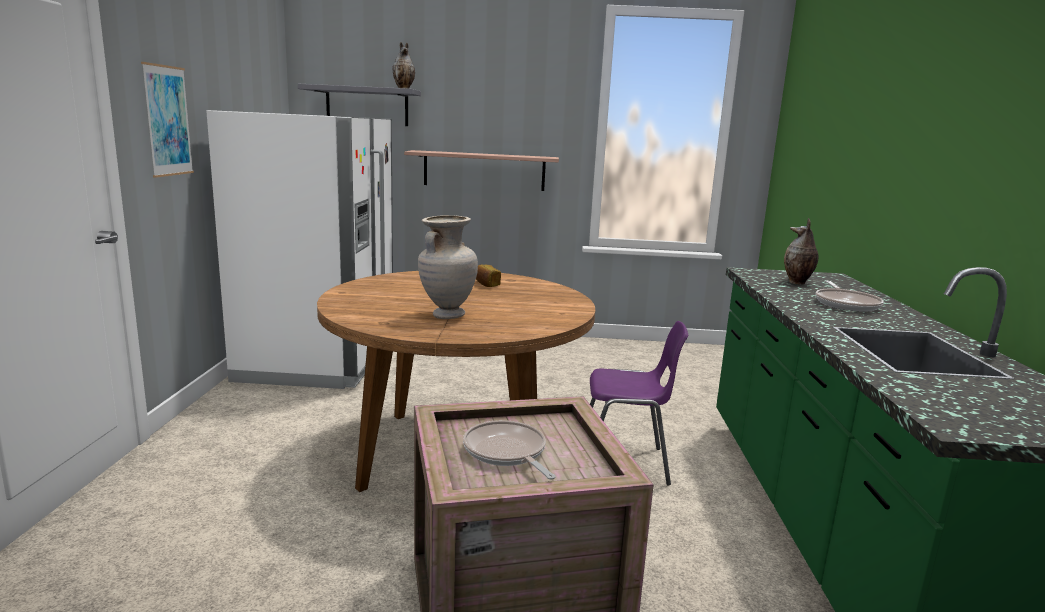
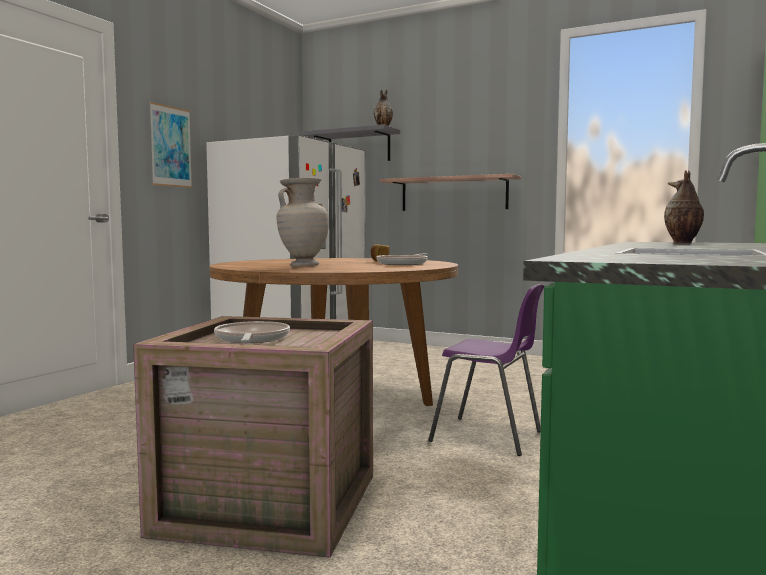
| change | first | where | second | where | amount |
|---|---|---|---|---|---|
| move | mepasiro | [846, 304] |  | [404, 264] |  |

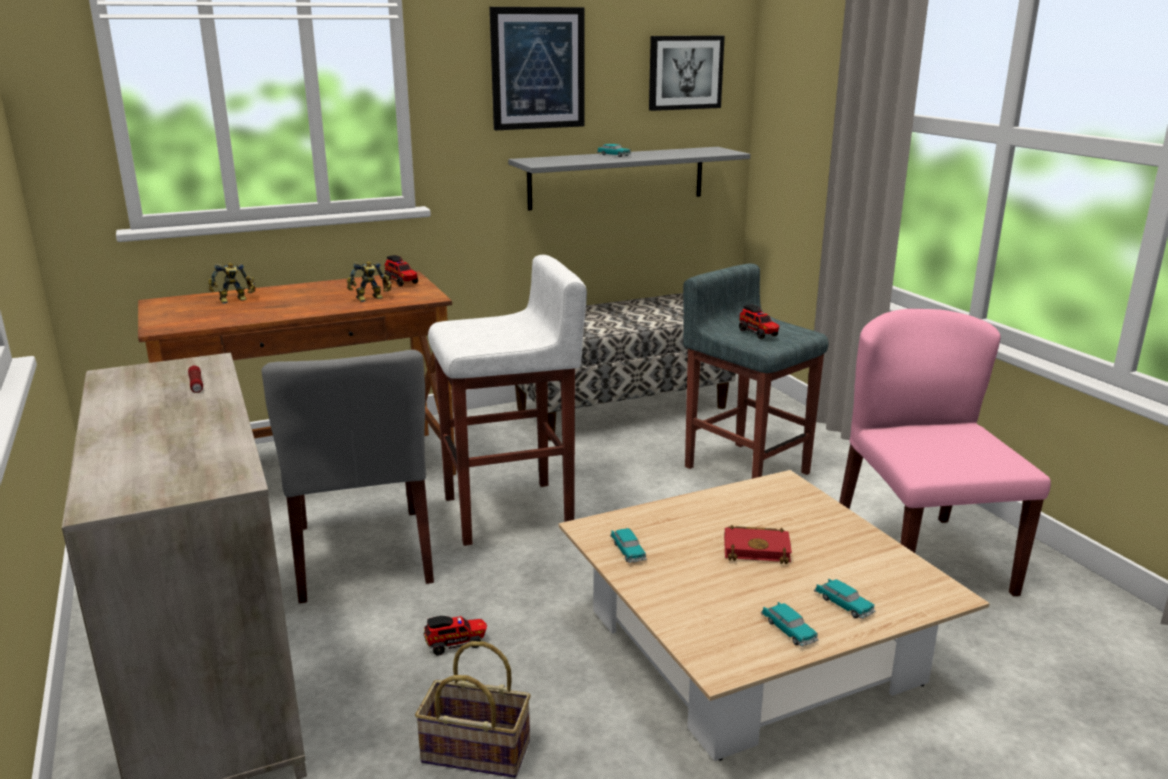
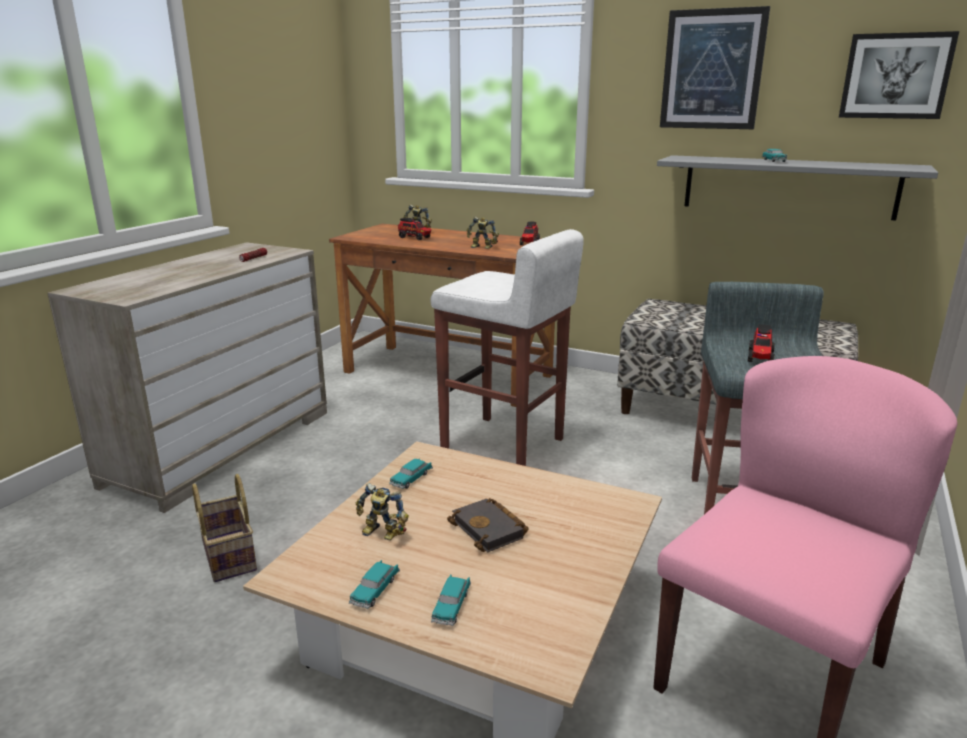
| change | first | where | second | where | amount |
|---|---|---|---|---|---|
| delete | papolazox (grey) | [363, 554] |  |  |  |
| insert |  |  | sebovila | [381, 534] |  |
| move | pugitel | [456, 643] |  | [415, 238] |  |
| recolor | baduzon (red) | [758, 549] | baduzon (black) | [491, 530] |  |

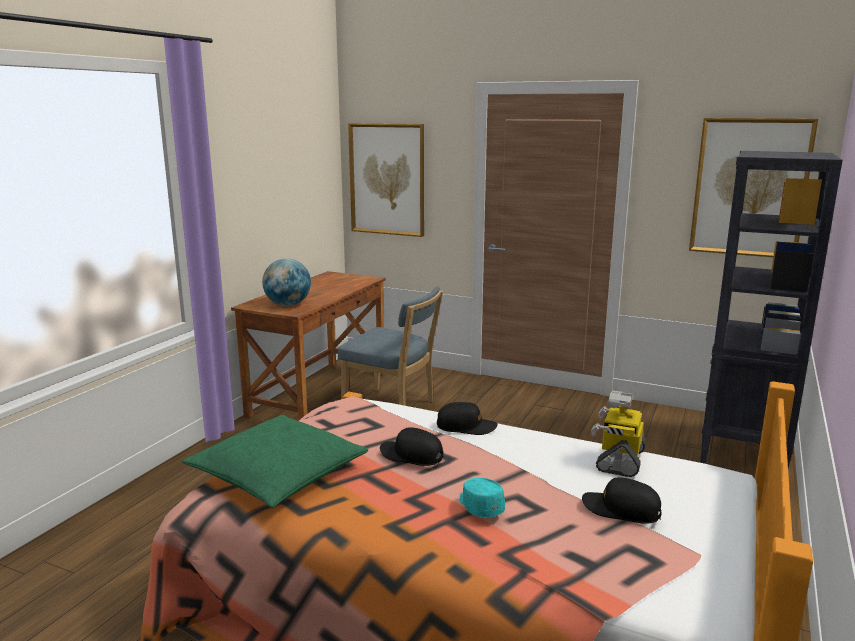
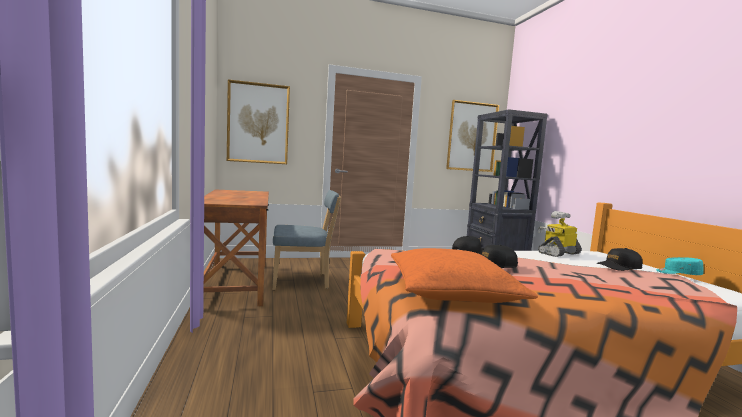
| change | first | where | second | where | amount |
|---|---|---|---|---|---|
| delete | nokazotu | [288, 305] |  |  |  |
| move | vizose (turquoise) | [480, 506] |  | [678, 274] |  |
| recolor | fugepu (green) | [279, 474] | fugepu (orange) | [451, 290] |  |
| rotate | sebovila | [619, 460] |  | [558, 253] | 75 degrees clockwise |

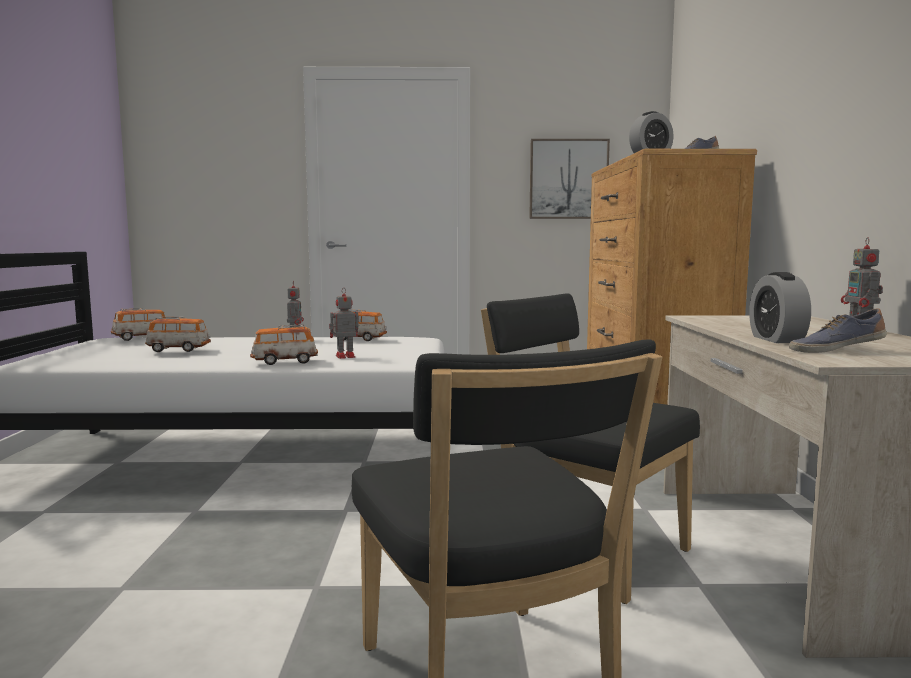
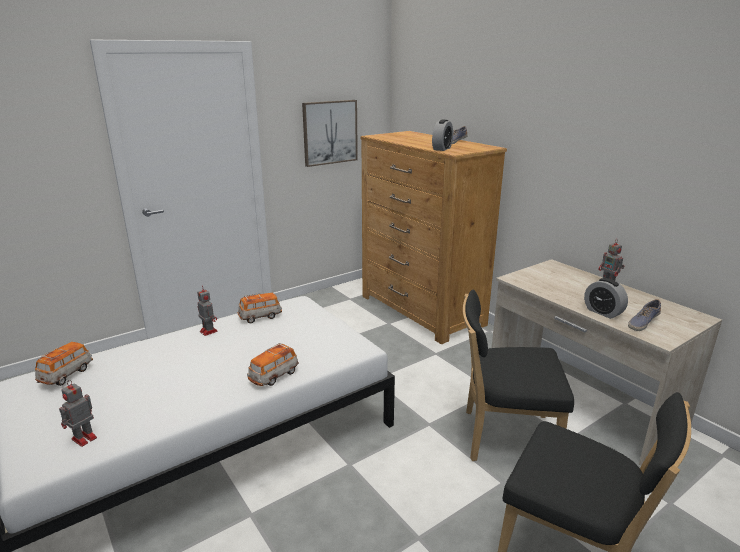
| change | first | where | second | where | amount |
|---|---|---|---|---|---|
| delete | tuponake | [179, 349] |  |  |  |
| move | sebovila | [344, 356] |  | [83, 439] |  |

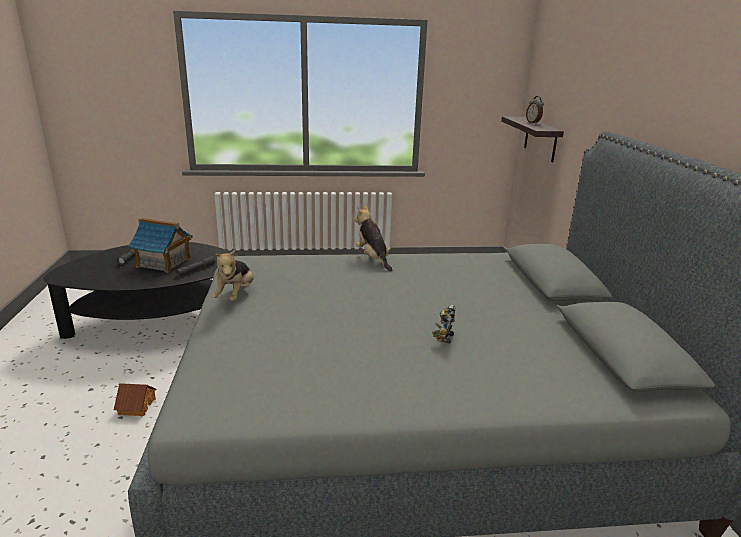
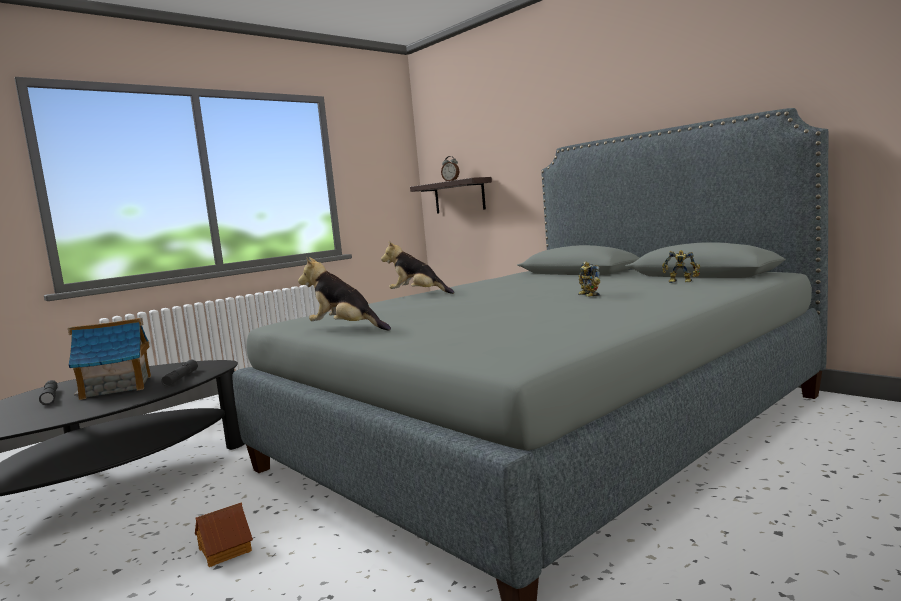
| change | first | where | second | where | amount |
|---|---|---|---|---|---|
| insert |  |  | sebovila | [681, 282] |  |
| rotate | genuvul | [235, 295] |  | [346, 329] | 150 degrees clockwise |

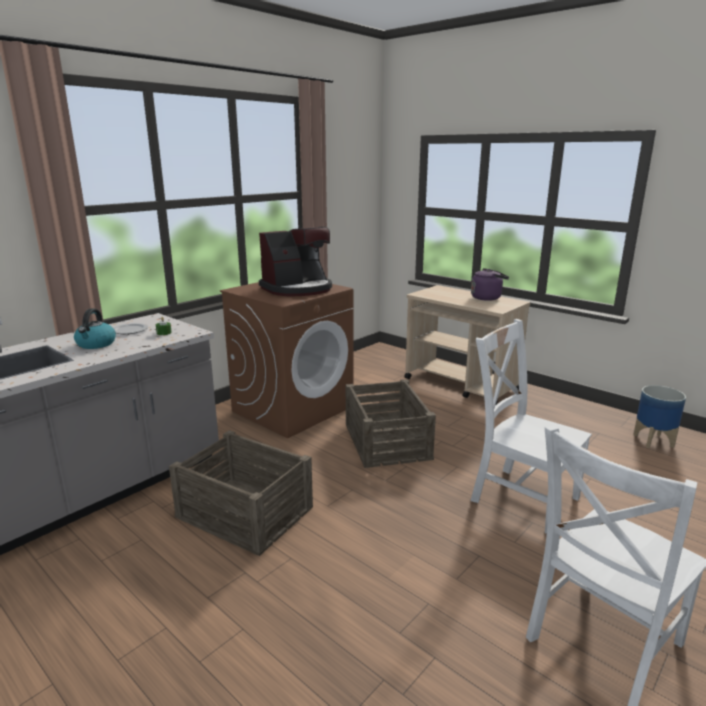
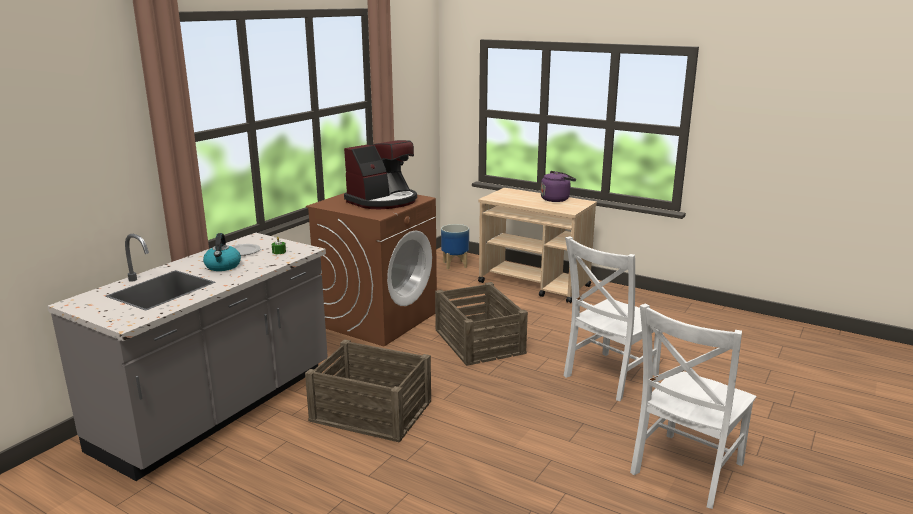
| change | first | where | second | where | amount |
|---|---|---|---|---|---|
| move | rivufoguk | [654, 440] |  | [455, 265] |  |
| rotate | papolazox (white) | [520, 497] |  | [608, 377] | 75 degrees counterclockwise |

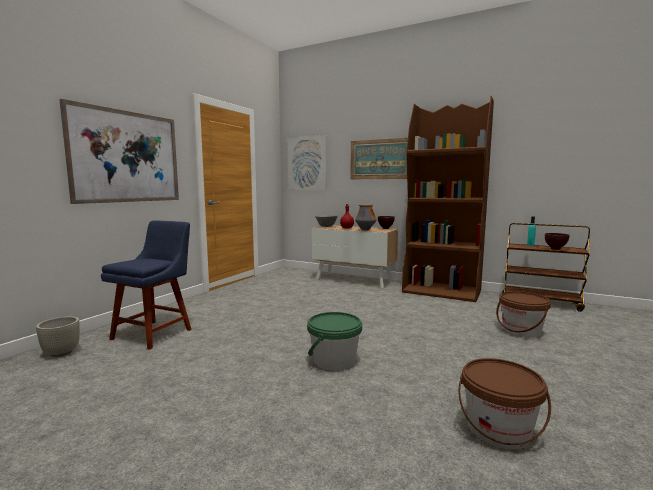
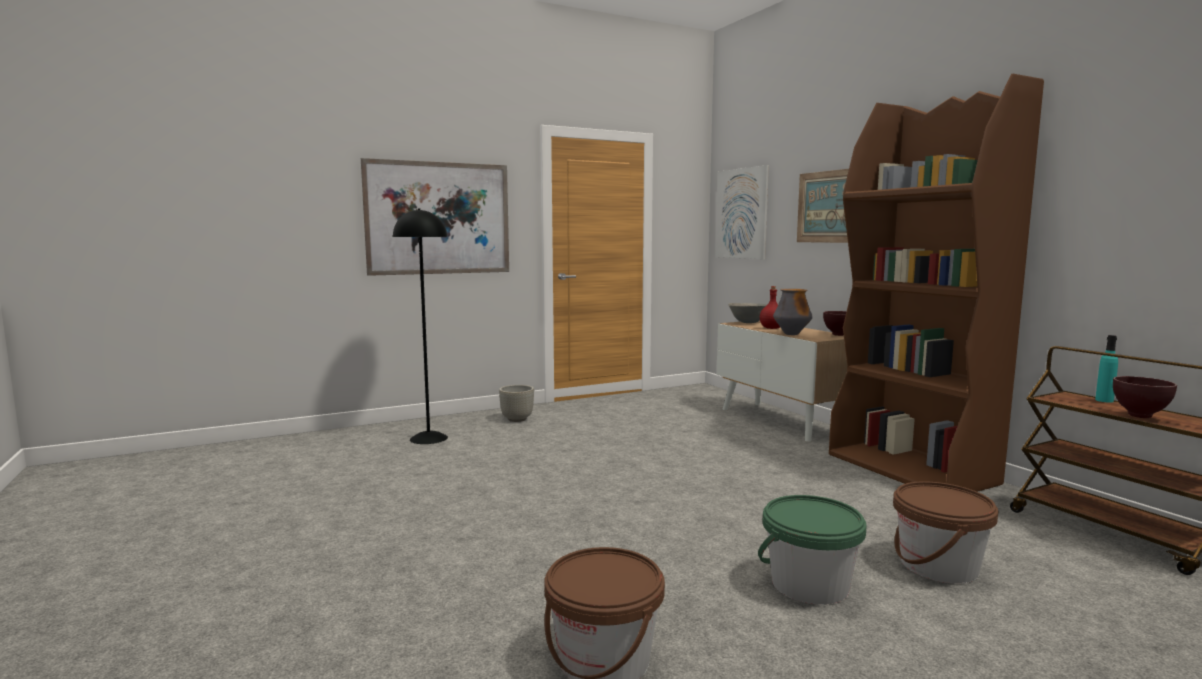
| change | first | where | second | where | amount |
|---|---|---|---|---|---|
| move | rivufoguk (grey) | [61, 353] |  | [517, 419] |  |
| move | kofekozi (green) | [334, 361] |  | [809, 584] |  |
| replace | papolazox (blue) | [155, 333] | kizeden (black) | [429, 438] |  |

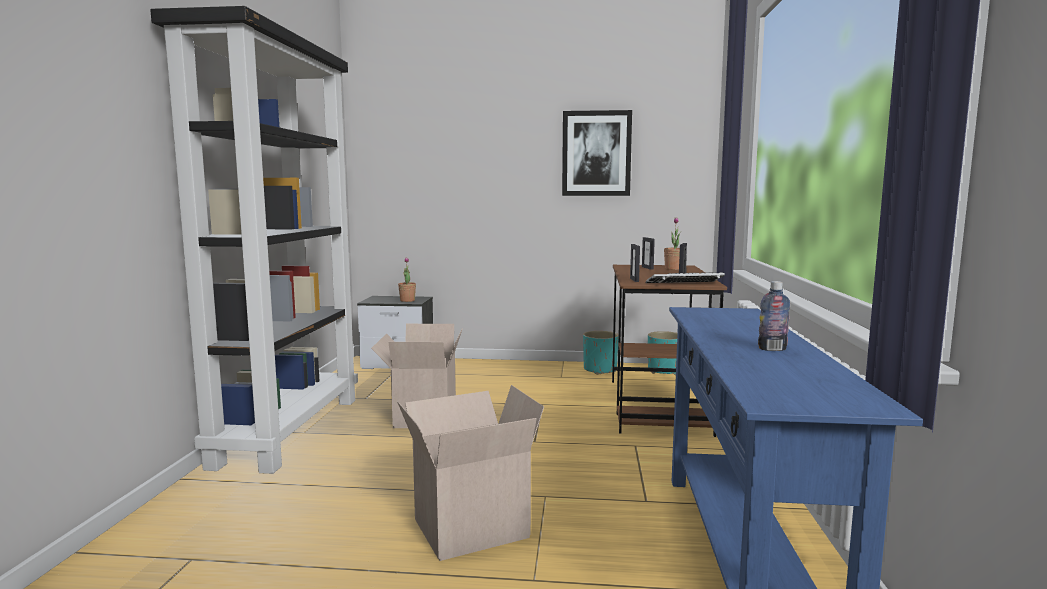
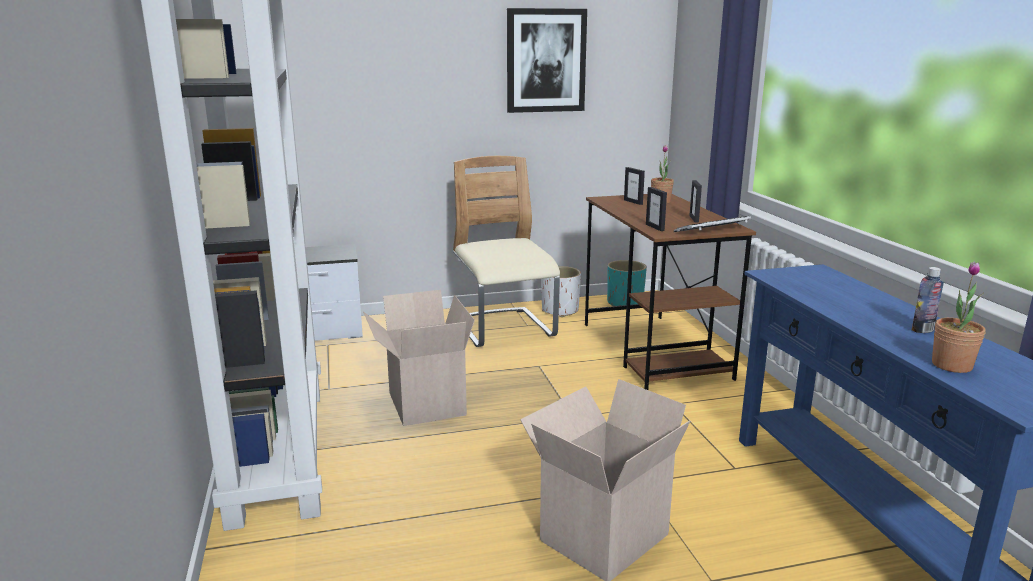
| change | first | where | second | where | amount |
|---|---|---|---|---|---|
| insert |  |  | papolazox (beige) | [504, 329] |  |
| move | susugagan | [407, 300] |  | [951, 365] |  |
| recolor | rivufoguk (turquoise) | [600, 370] | rivufoguk (white) | [560, 310] |  |

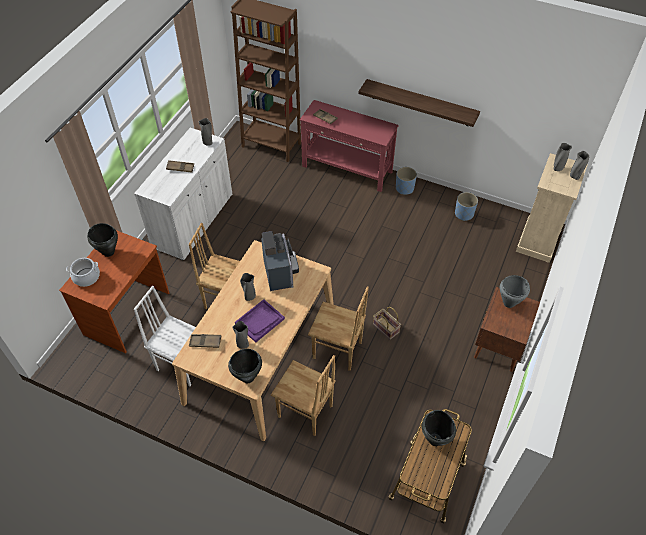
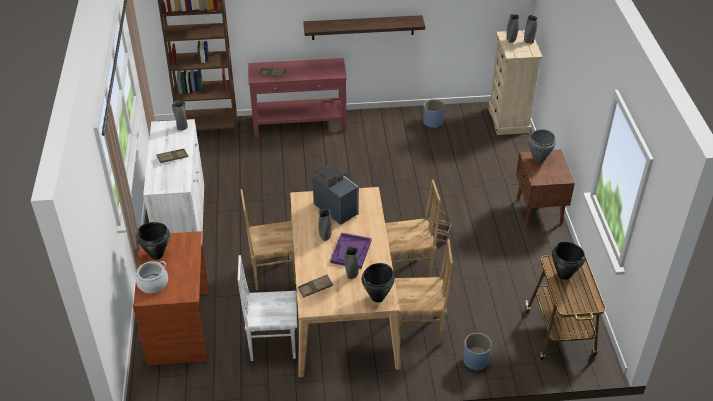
| change | first | where | second | where | amount |
|---|---|---|---|---|---|
| move | rivufoguk (blue) | [404, 188] |  | [475, 361] |  |

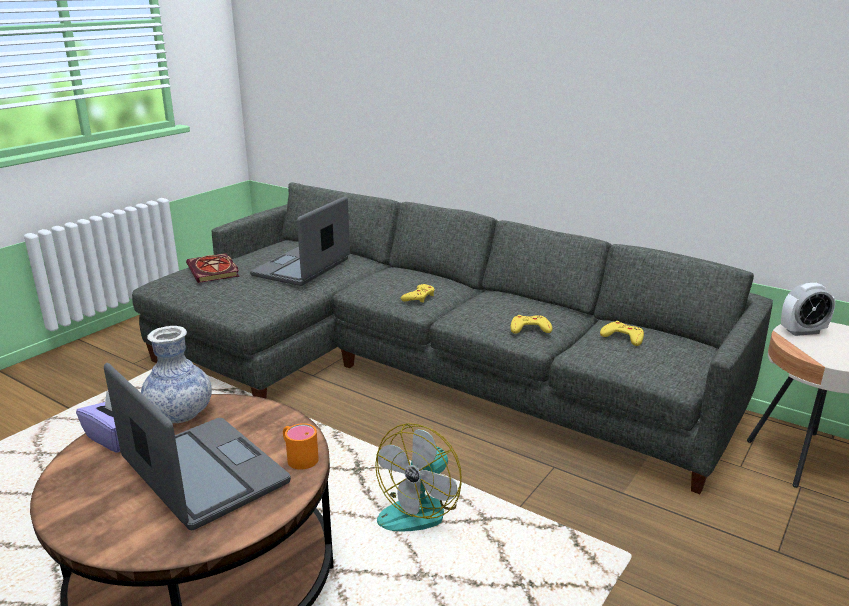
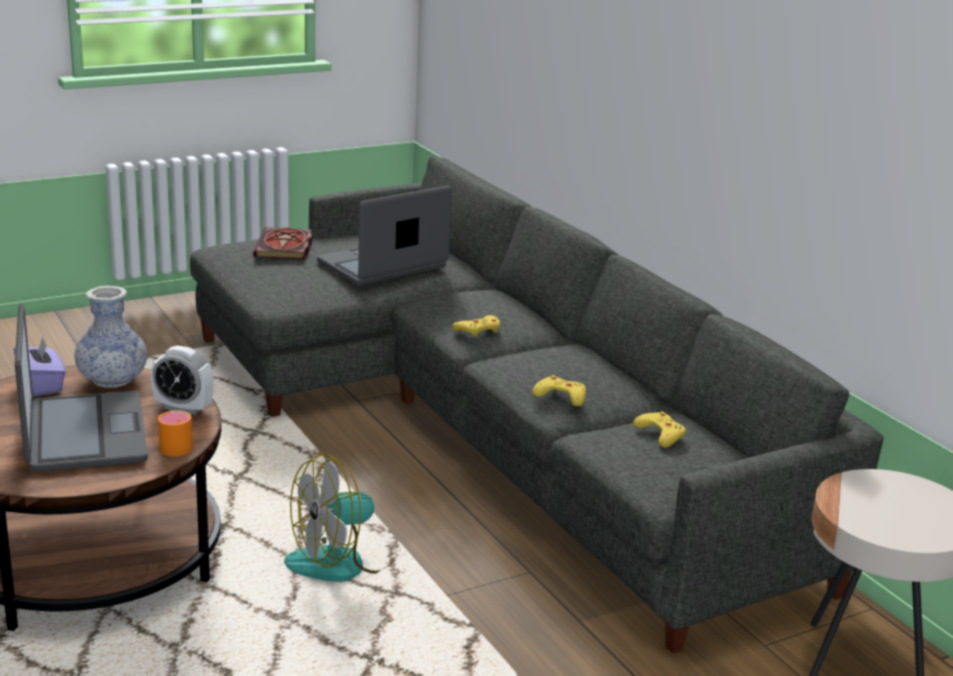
| change | first | where | second | where | amount |
|---|---|---|---|---|---|
| move | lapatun | [802, 331] |  | [183, 408] |  |

